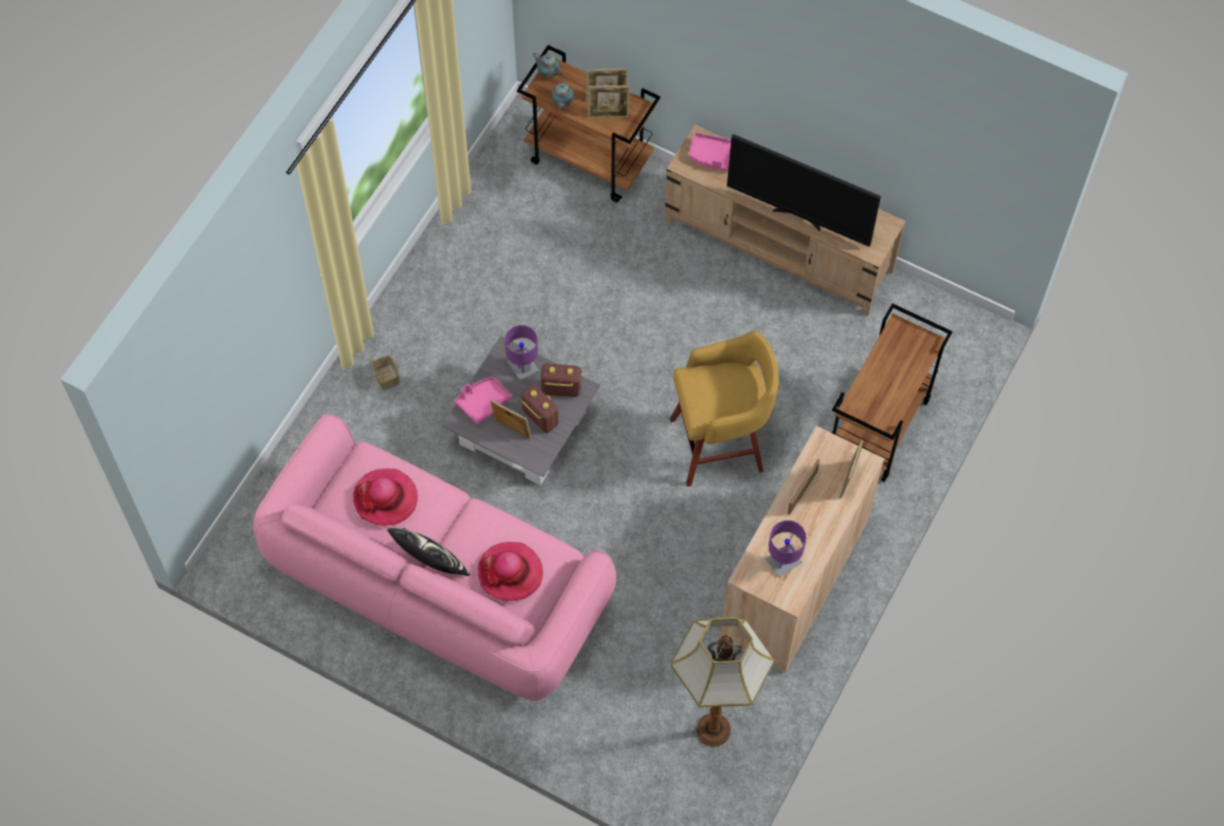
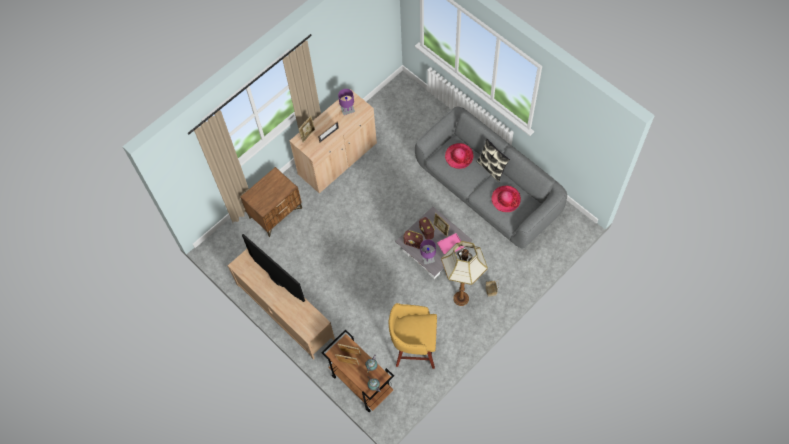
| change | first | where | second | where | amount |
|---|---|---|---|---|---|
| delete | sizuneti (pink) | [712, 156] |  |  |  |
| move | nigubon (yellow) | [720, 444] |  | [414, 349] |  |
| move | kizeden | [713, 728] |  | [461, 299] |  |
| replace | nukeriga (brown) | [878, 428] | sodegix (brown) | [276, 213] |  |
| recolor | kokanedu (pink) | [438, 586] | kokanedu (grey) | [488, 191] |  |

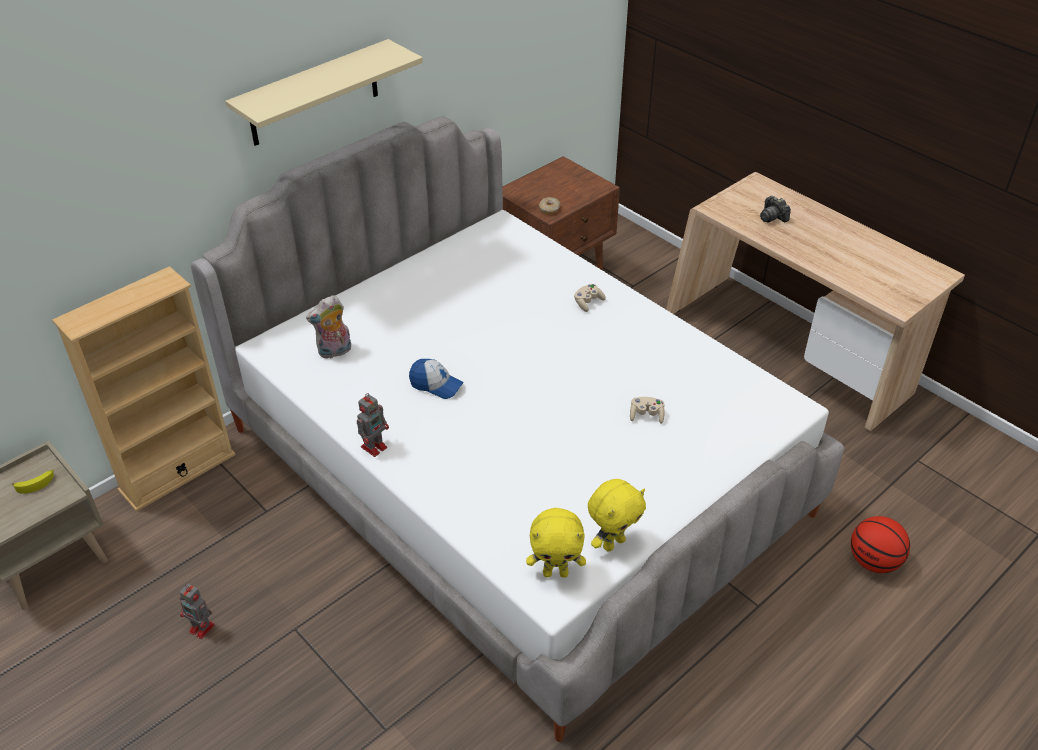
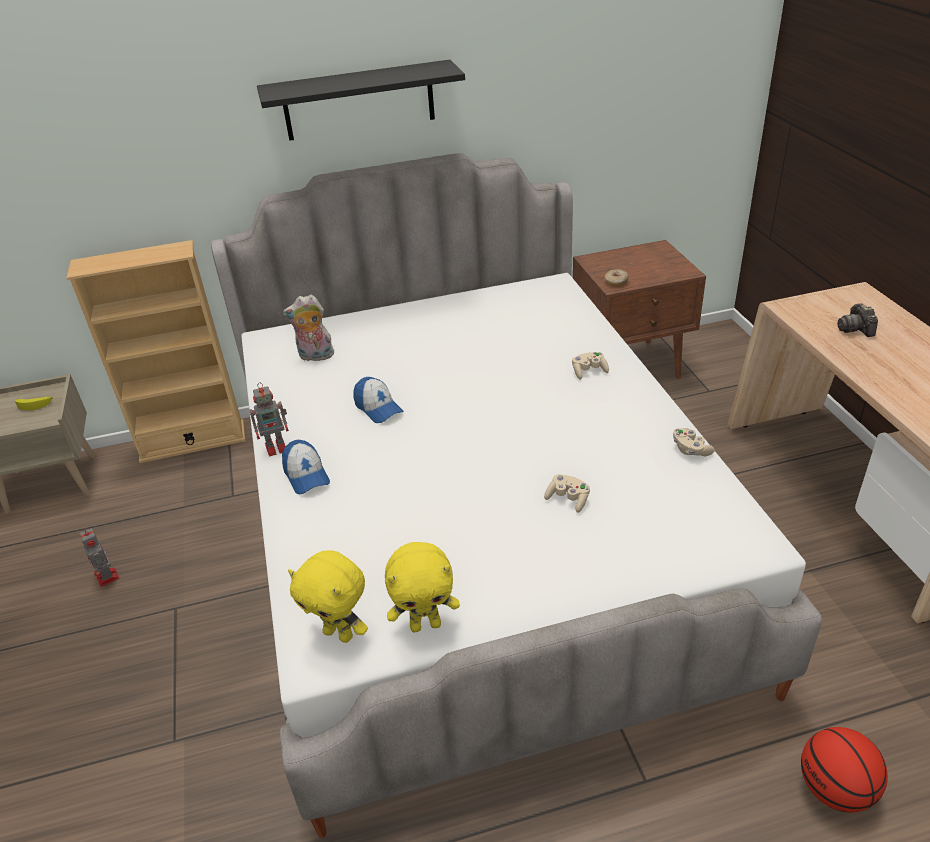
| change | first | where | second | where | amount |
|---|---|---|---|---|---|
| insert |  |  | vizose | [306, 475] |  |
| insert |  |  | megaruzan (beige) | [690, 449] |  |
| recolor | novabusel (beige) | [314, 94] | novabusel (black) | [359, 101] |  |

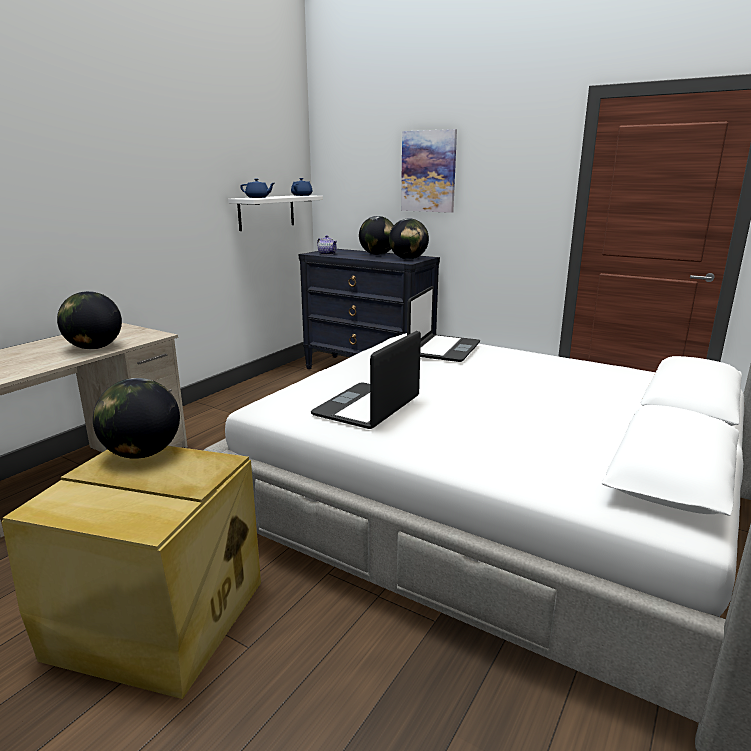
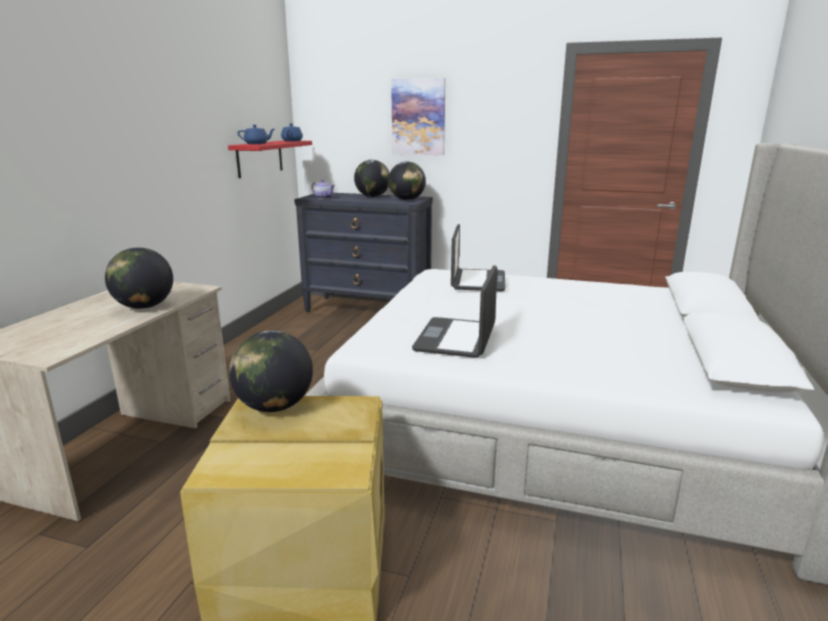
| change | first | where | second | where | amount |
|---|---|---|---|---|---|
| recolor | novabusel (white) | [266, 212] | novabusel (red) | [260, 158] |  |

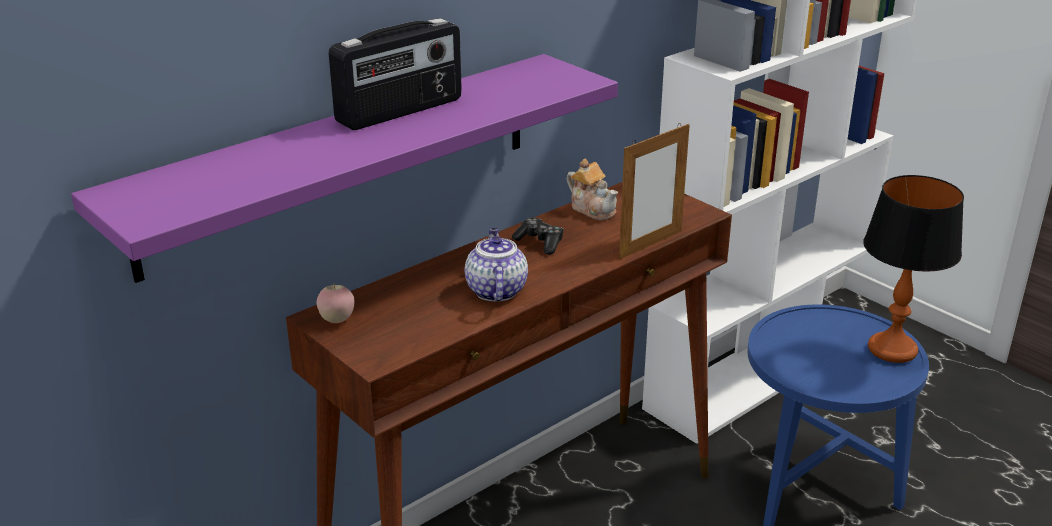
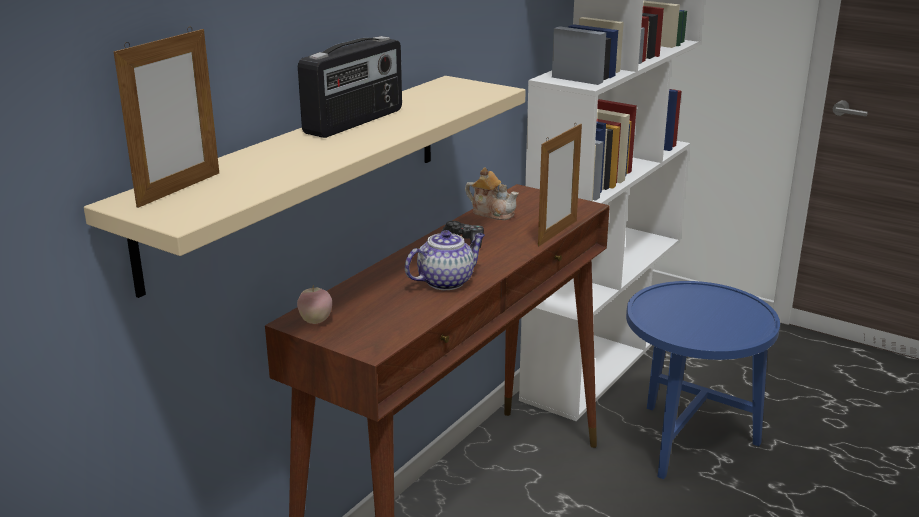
| change | first | where | second | where | amount |
|---|---|---|---|---|---|
| delete | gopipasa | [891, 349] |  |  |  |
| insert |  |  | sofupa | [179, 189] |  |
| recolor | novabusel (purple) | [343, 161] | novabusel (beige) | [302, 173] |  |
| rotate | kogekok | [495, 290] |  | [446, 281] | 75 degrees clockwise |

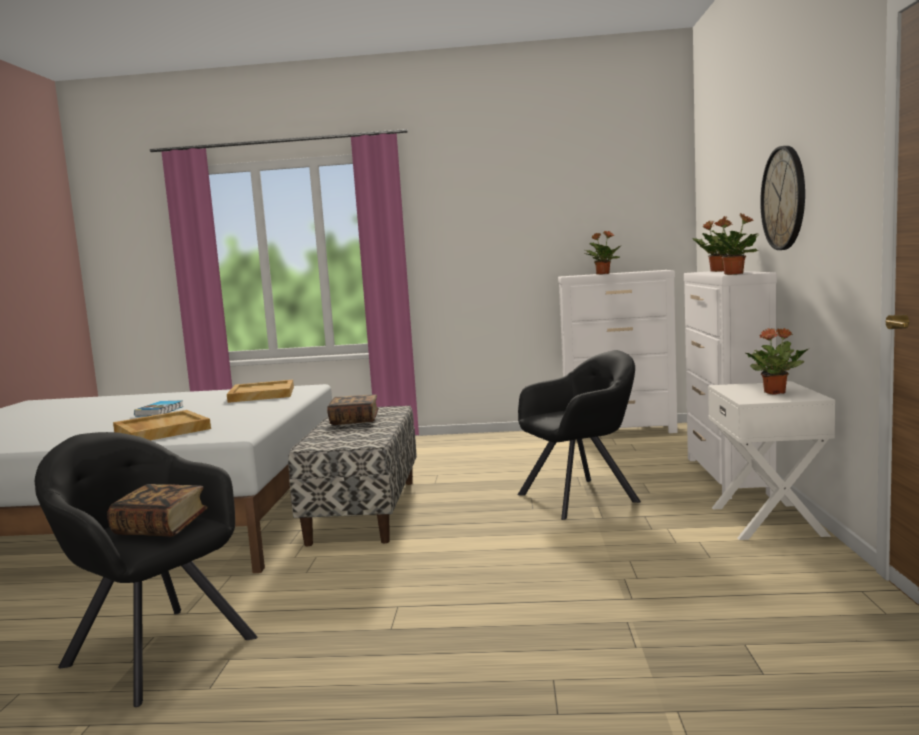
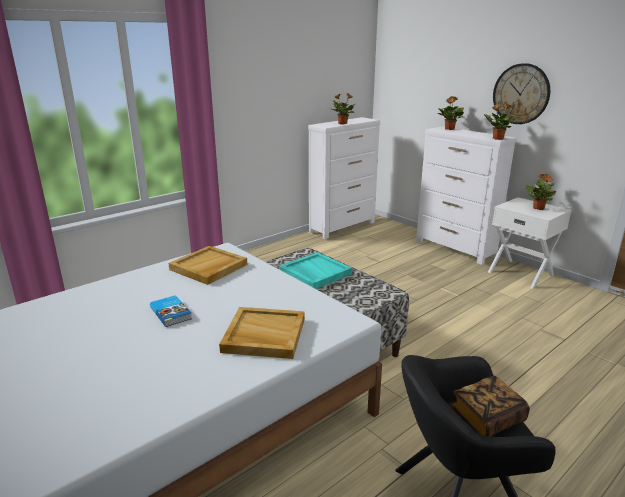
| change | first | where | second | where | amount |
|---|---|---|---|---|---|
| delete | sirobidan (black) | [581, 497] |  |  |  |
| replace | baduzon | [354, 421] | sizuneti (turquoise) | [314, 273] |  |

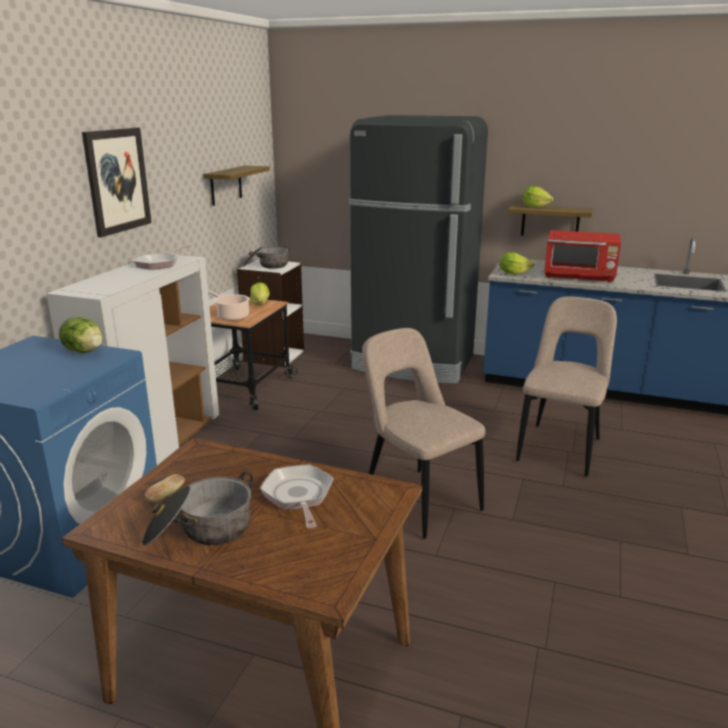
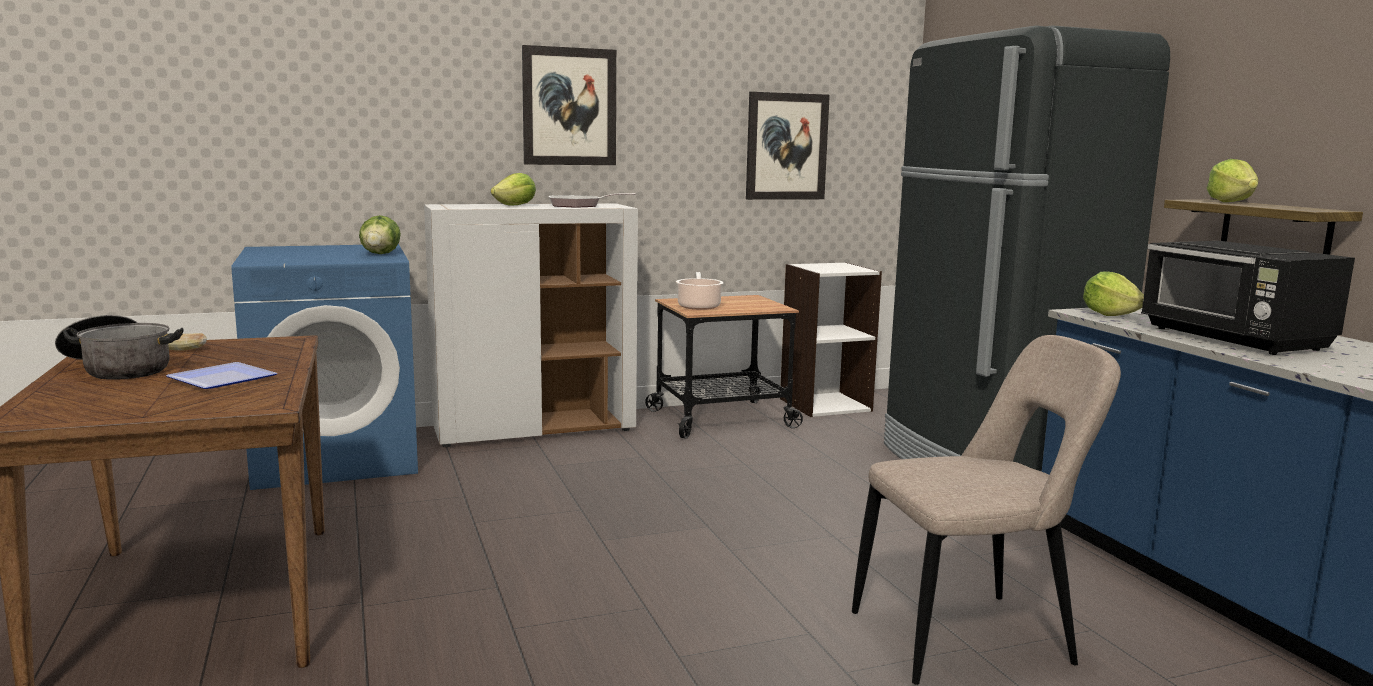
| change | first | where | second | where | amount |
|---|---|---|---|---|---|
| delete | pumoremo | [267, 266] |  |  |  |
| delete | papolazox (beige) | [418, 499] |  |  |  |
| move | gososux | [260, 304] |  | [515, 205] |  |
| replace | novabusel | [226, 185] | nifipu | [786, 146] |  |
| replace | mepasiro | [298, 496] | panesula | [218, 380] |  |
| recolor | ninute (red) | [580, 276] | ninute (black) | [1234, 339] |  |

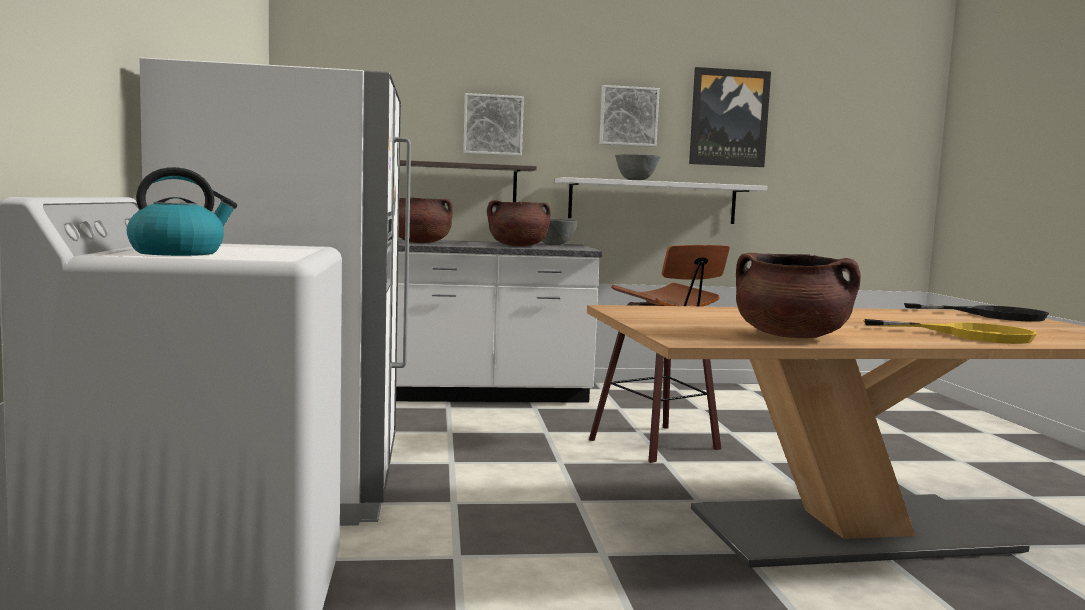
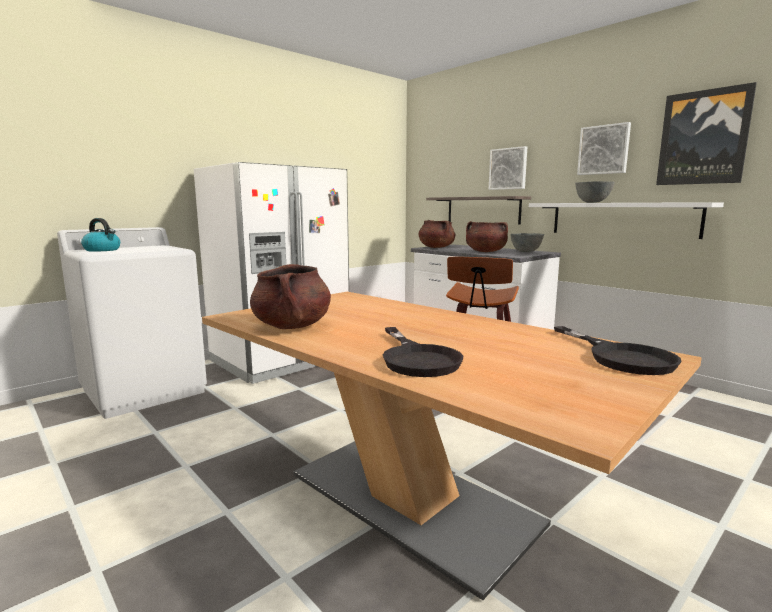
| change | first | where | second | where | amount |
|---|---|---|---|---|---|
| recolor | mepasiro (yellow) | [971, 335] | mepasiro (black) | [417, 358] |  |

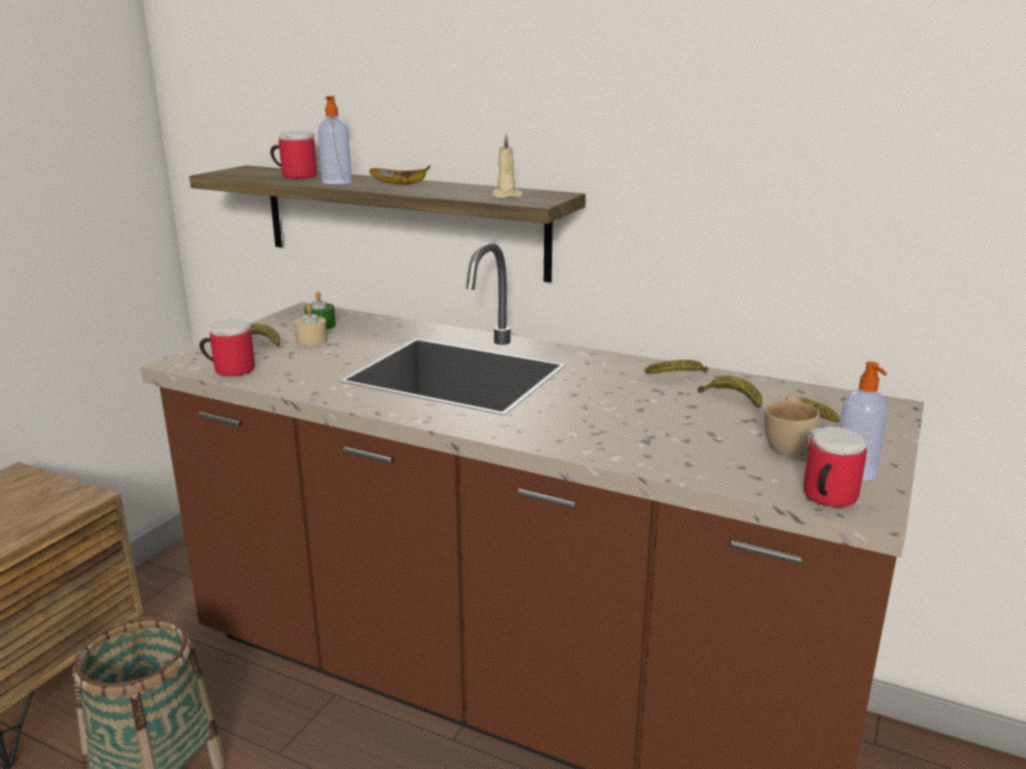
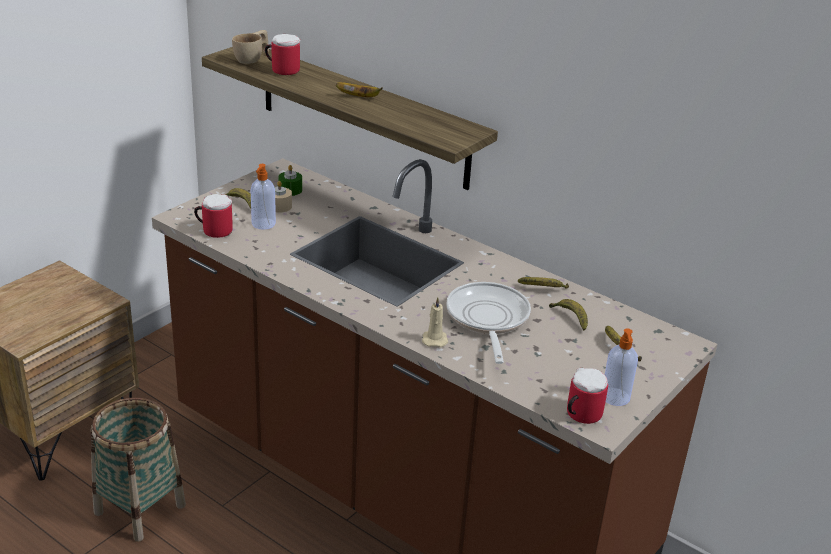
| change | first | where | second | where | amount |
|---|---|---|---|---|---|
| insert |  |  | mepasiro | [487, 320] |  |
| move | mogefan | [336, 182] |  | [263, 224] |  |
| move | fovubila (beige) | [505, 196] |  | [434, 339] |  |
| move | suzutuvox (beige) | [790, 444] |  | [253, 59] |  |

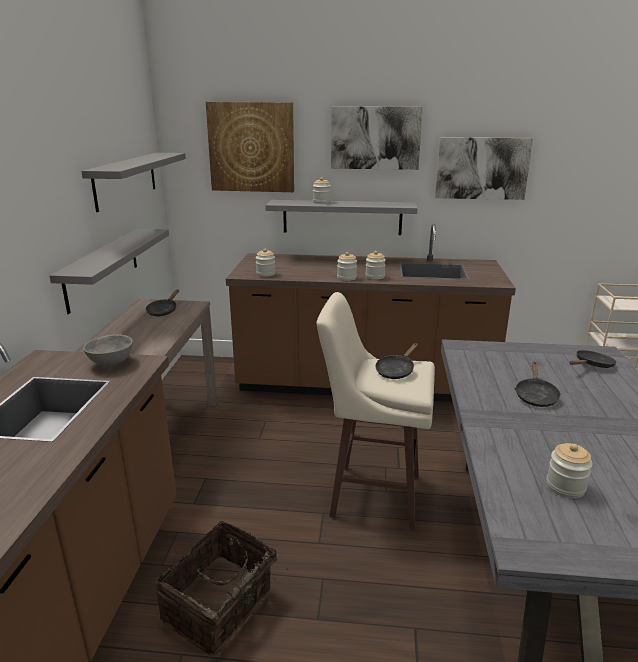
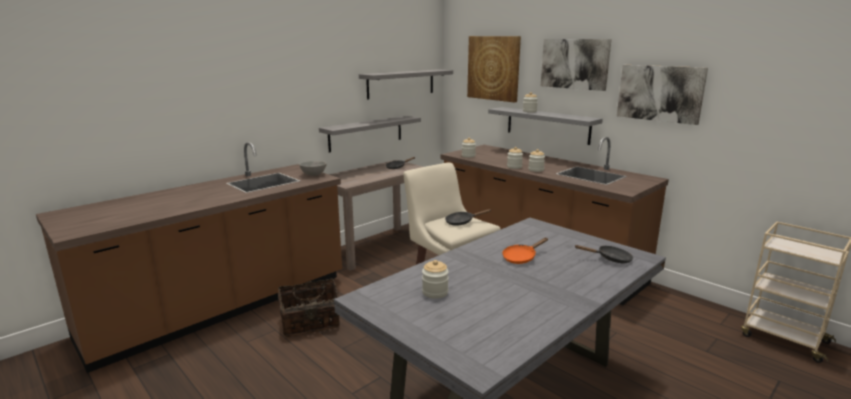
| change | first | where | second | where | amount |
|---|---|---|---|---|---|
| recolor | mepasiro (black) | [535, 396] | mepasiro (orange) | [521, 258] |  |

